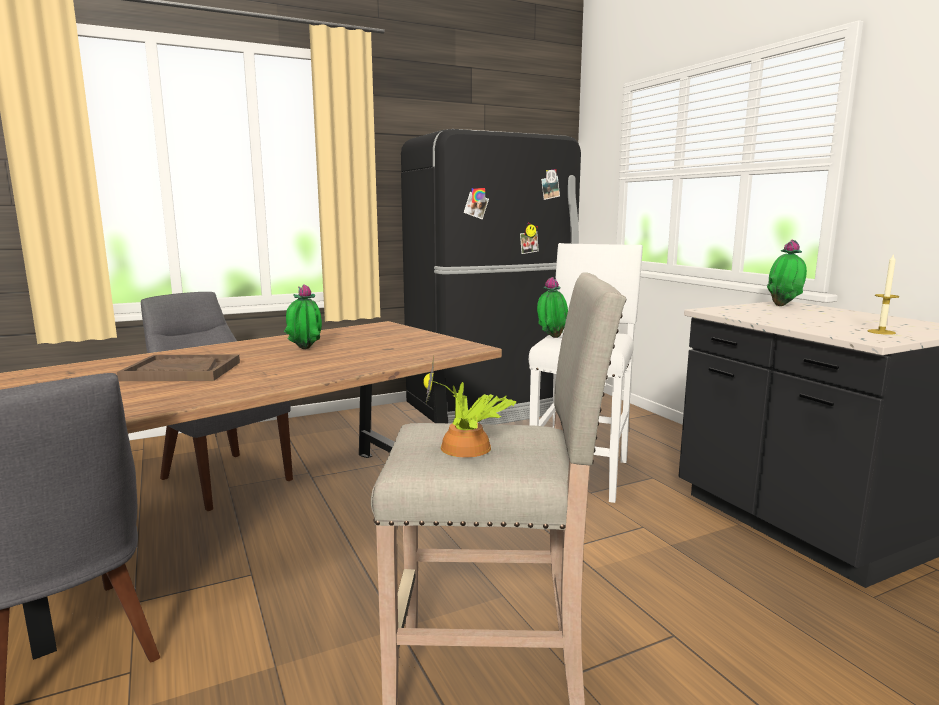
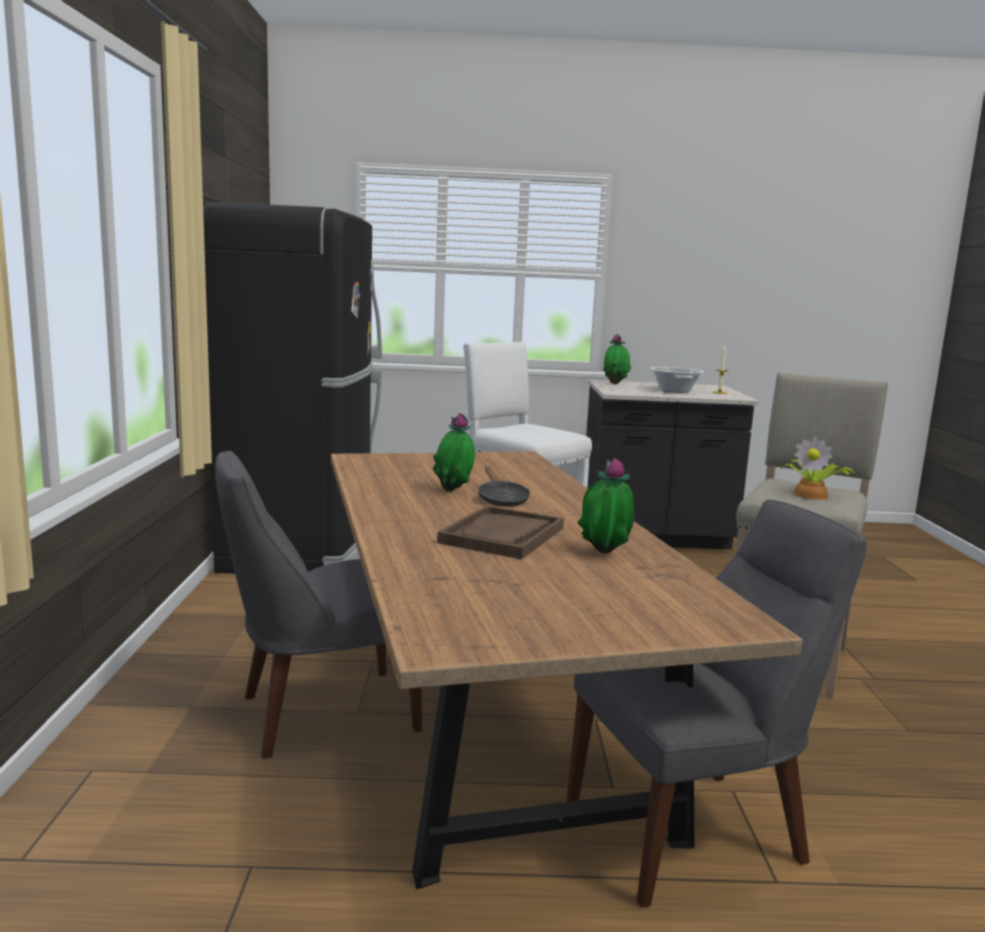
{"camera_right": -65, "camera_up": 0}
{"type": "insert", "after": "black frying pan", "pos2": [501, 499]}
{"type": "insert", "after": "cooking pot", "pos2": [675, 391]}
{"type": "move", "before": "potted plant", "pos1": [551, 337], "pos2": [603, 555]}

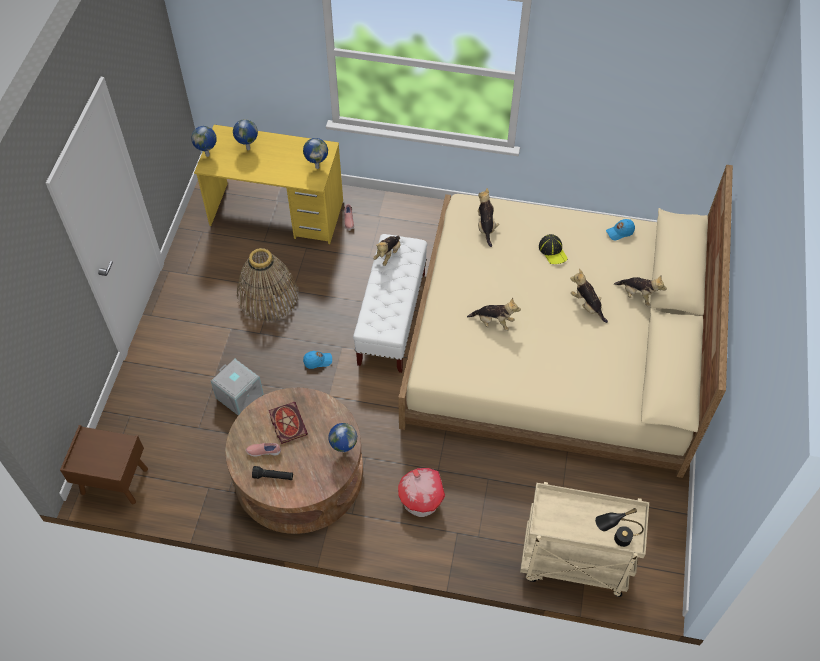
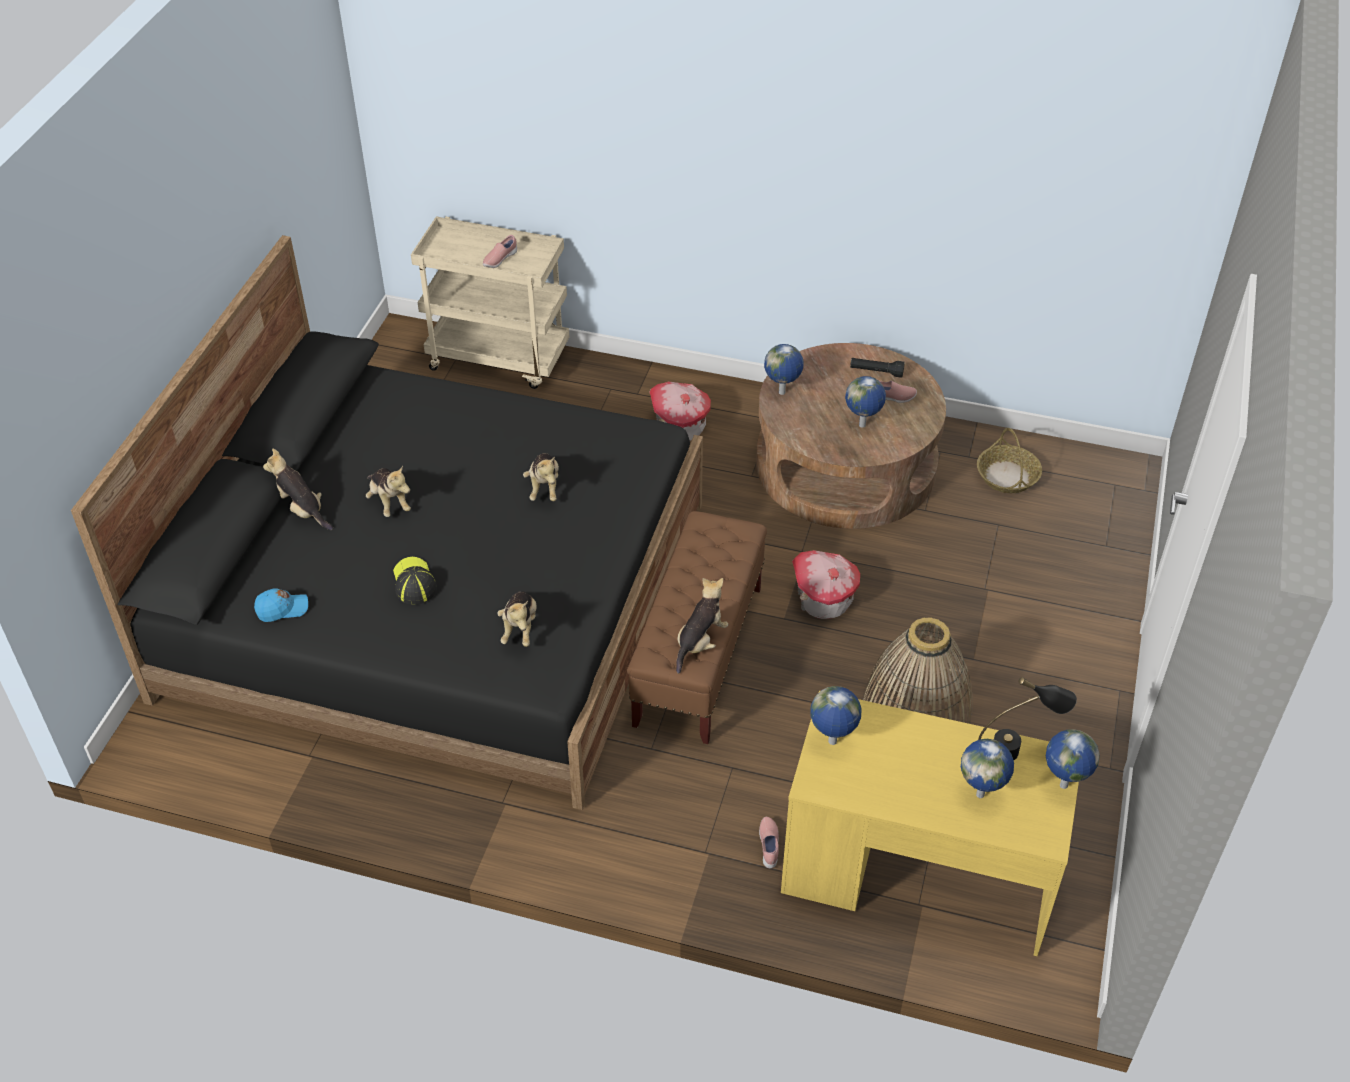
{"camera_right": -175, "camera_up": -10}
{"type": "delete", "before": "brown nightstand", "pos1": [113, 481]}
{"type": "delete", "before": "grey storage box", "pos1": [238, 396]}
{"type": "insert", "after": "pink shoe", "pos2": [499, 260]}
{"type": "insert", "after": "basket", "pos2": [1007, 476]}
{"type": "move", "before": "black table lamp", "pos1": [614, 539], "pos2": [1018, 750]}
{"type": "replace", "before": "book", "after": "globe", "pos1": [287, 423], "pos2": [863, 425]}
{"type": "replace", "before": "blue cap", "after": "toy house", "pos1": [318, 361], "pos2": [823, 600]}
{"type": "recolor", "before": "white bench", "after": "brown bench", "pos1": [392, 319], "pos2": [698, 655]}
{"type": "recolor", "before": "beige bed", "after": "black bed", "pos1": [554, 345], "pos2": [437, 598]}
{"type": "rotate", "before": "plush toy", "pos1": [493, 322], "pos2": [544, 487], "turn": -120}

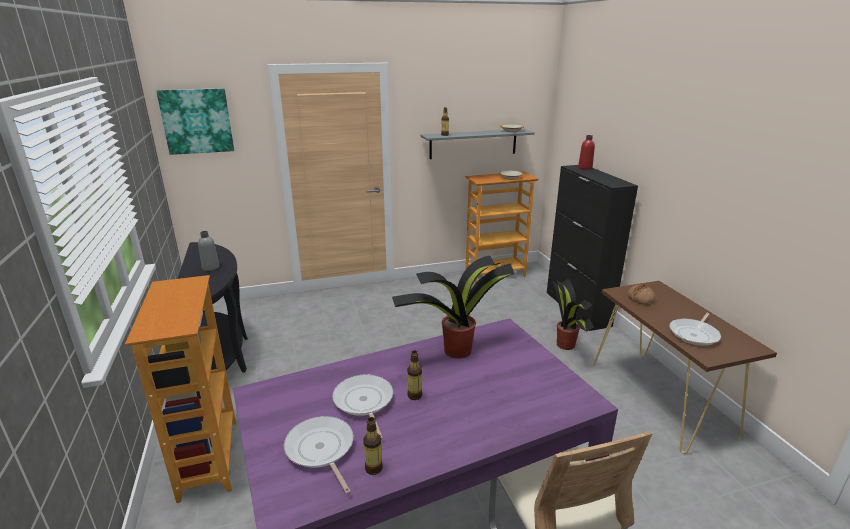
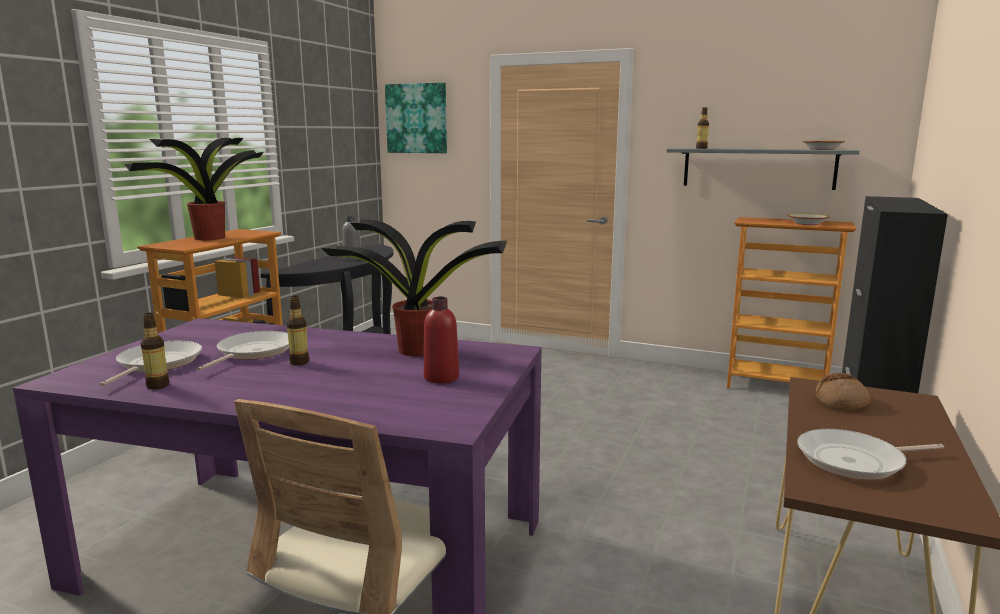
{"camera_right": 40, "camera_up": -10}
{"type": "move", "before": "potted plant", "pos1": [566, 345], "pos2": [207, 238]}
{"type": "move", "before": "red bottle", "pos1": [585, 168], "pos2": [441, 377]}

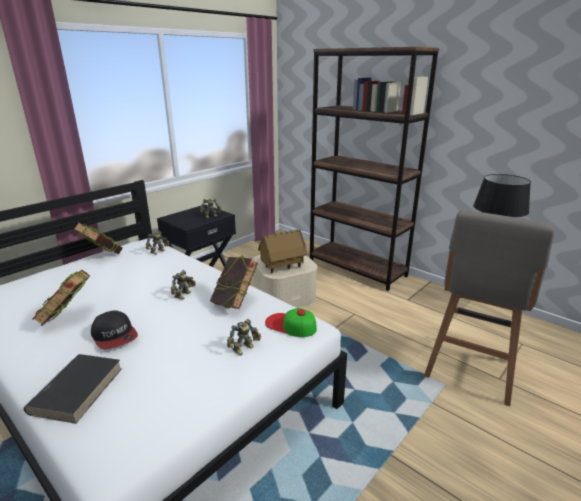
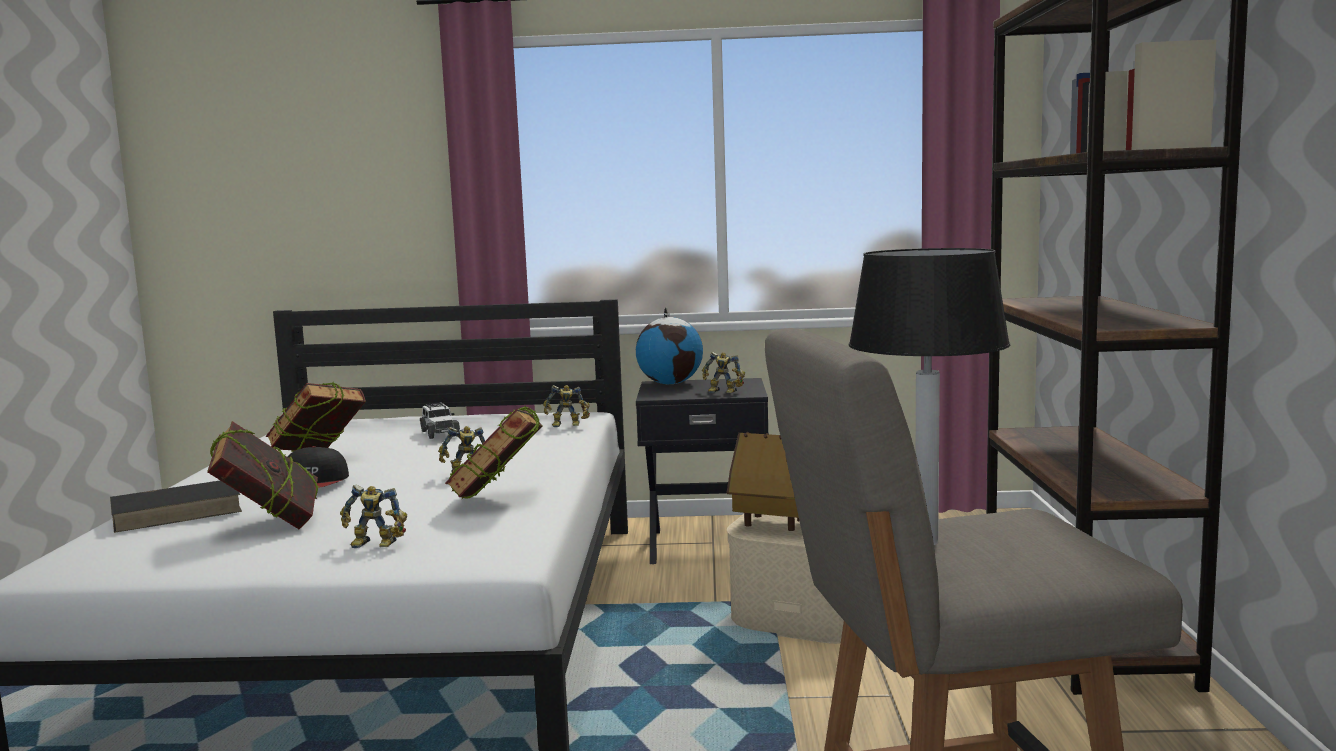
{"camera_right": 50, "camera_up": -15}
{"type": "delete", "before": "cap", "pos1": [290, 325]}
{"type": "insert", "after": "toy car", "pos2": [439, 433]}
{"type": "insert", "after": "globe", "pos2": [670, 383]}
{"type": "move", "before": "book", "pos1": [102, 256], "pos2": [270, 525]}

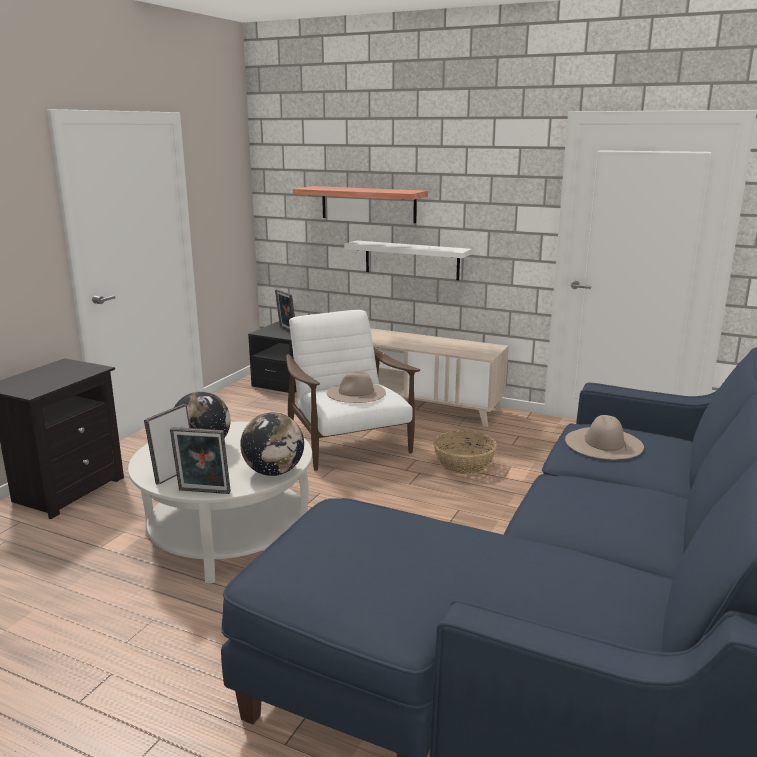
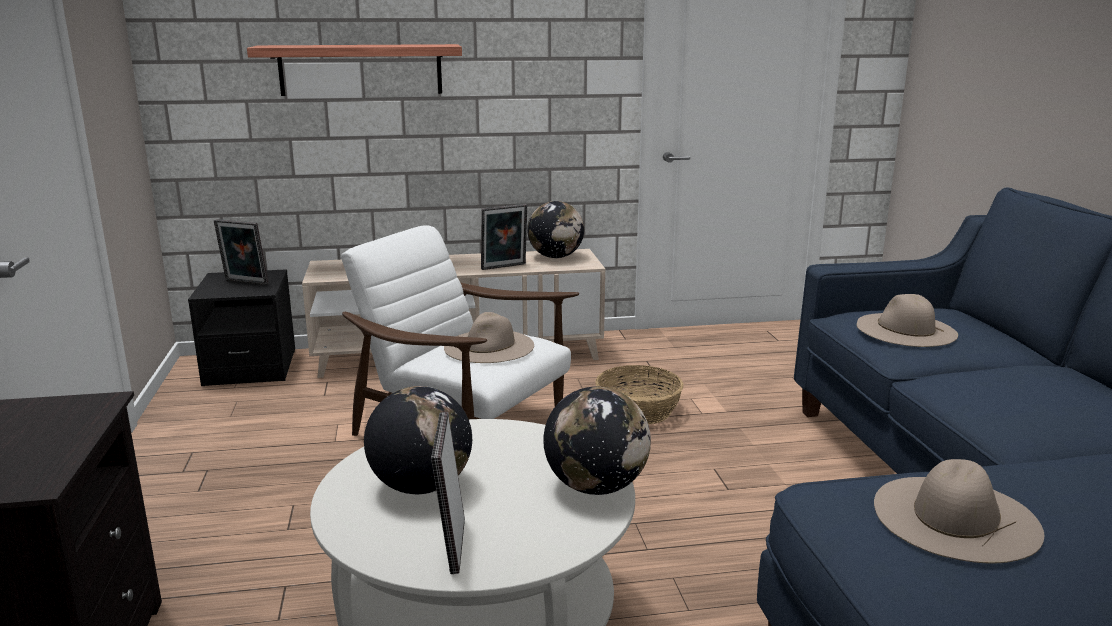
{"camera_right": -35, "camera_up": 0}
{"type": "delete", "before": "white shelf", "pos1": [411, 260]}
{"type": "insert", "after": "globe", "pos2": [555, 257]}
{"type": "insert", "after": "beige hat", "pos2": [955, 517]}
{"type": "move", "before": "picture frame", "pos1": [203, 492], "pos2": [504, 267]}

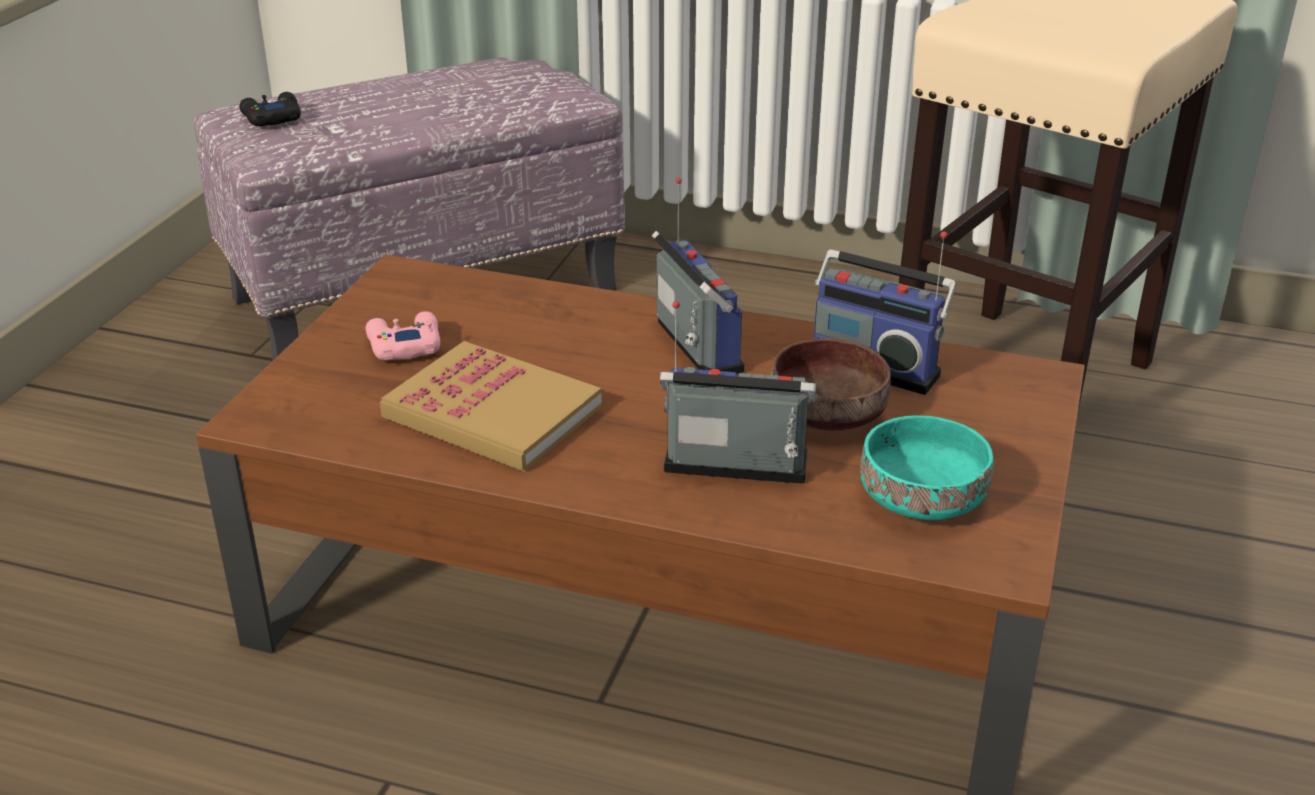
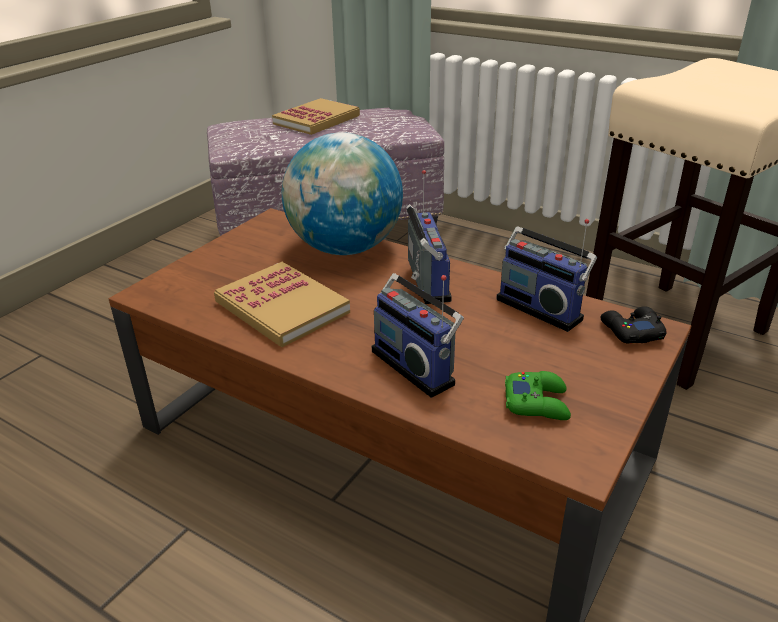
{"camera_right": 15, "camera_up": 0}
{"type": "delete", "before": "pink game controller", "pos1": [404, 345]}
{"type": "delete", "before": "brown bowl", "pos1": [830, 413]}
{"type": "insert", "after": "book", "pos2": [316, 120]}
{"type": "insert", "after": "globe", "pos2": [345, 248]}
{"type": "move", "before": "black game controller", "pos1": [271, 118], "pos2": [631, 331]}
{"type": "replace", "before": "turquoise bowl", "after": "green game controller", "pos1": [920, 496], "pos2": [537, 402]}
{"type": "rotate", "before": "radio", "pos1": [735, 470], "pos2": [416, 365], "turn": -150}

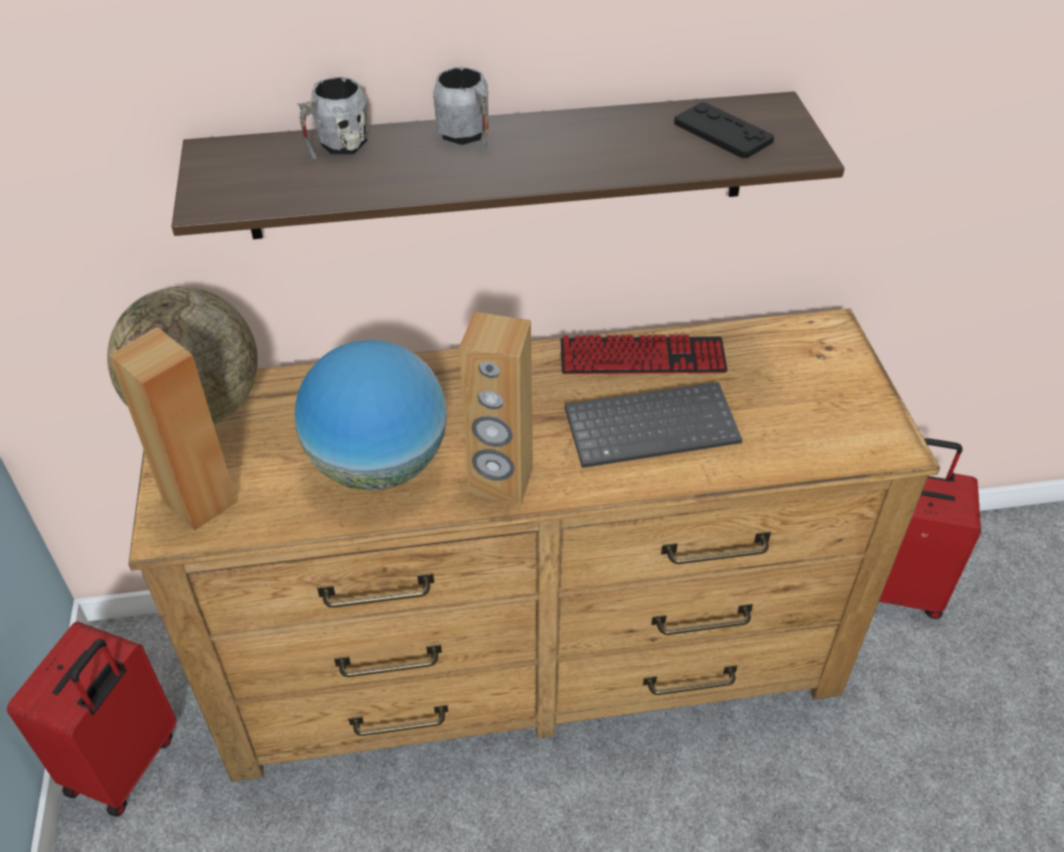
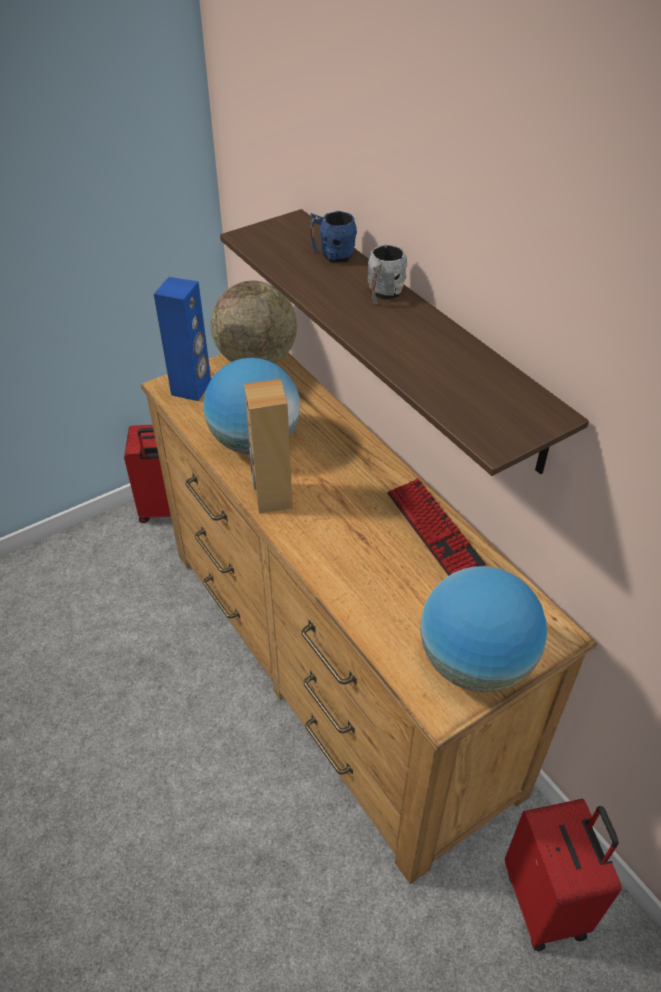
{"camera_right": 65, "camera_up": 0}
{"type": "delete", "before": "keyboard", "pos1": [653, 425]}
{"type": "delete", "before": "black game controller", "pos1": [723, 132]}
{"type": "insert", "after": "globe", "pos2": [474, 663]}
{"type": "recolor", "before": "brown speaker", "after": "blue speaker", "pos1": [200, 501], "pos2": [192, 388]}
{"type": "recolor", "before": "grey mug", "after": "blue mug", "pos1": [336, 147], "pos2": [332, 254]}

